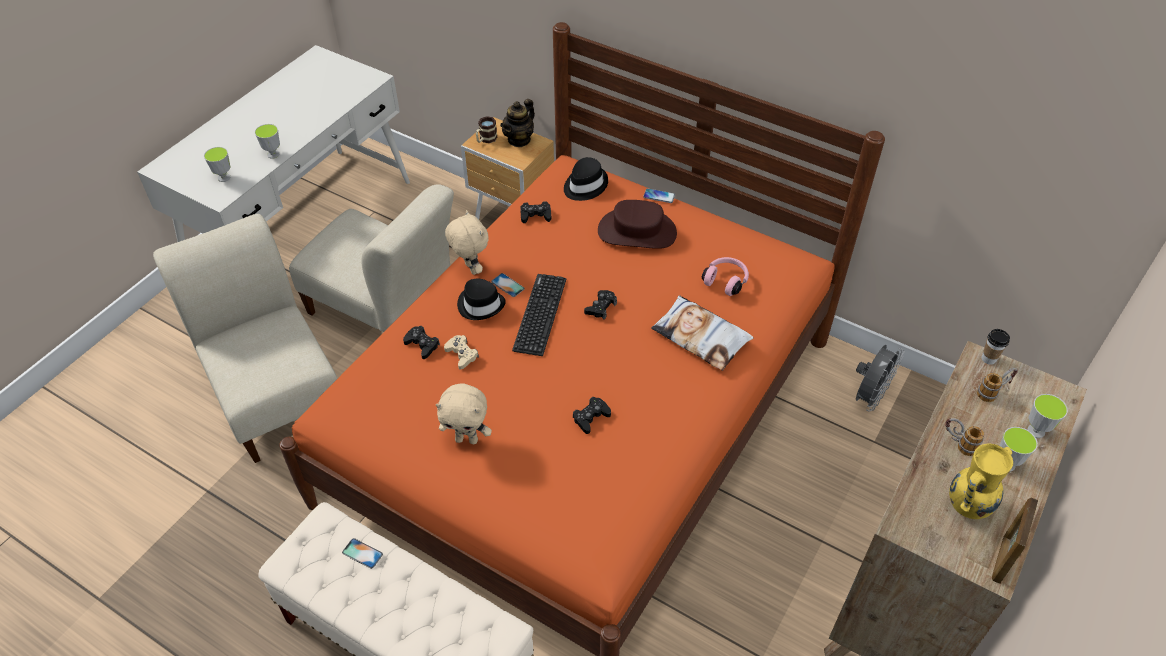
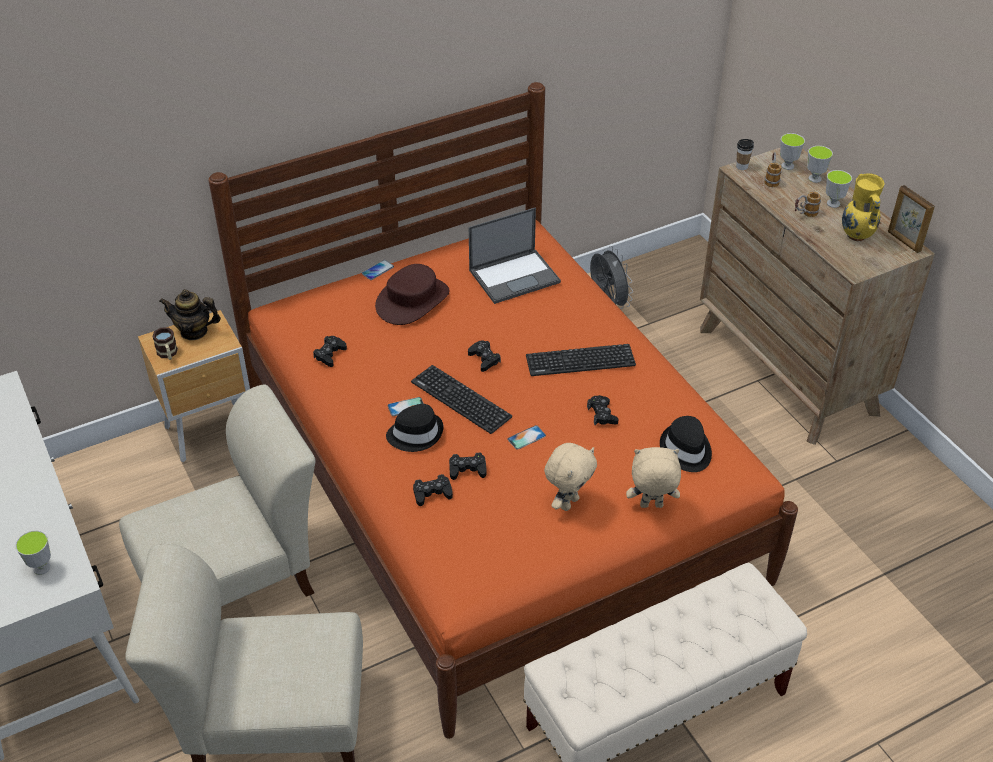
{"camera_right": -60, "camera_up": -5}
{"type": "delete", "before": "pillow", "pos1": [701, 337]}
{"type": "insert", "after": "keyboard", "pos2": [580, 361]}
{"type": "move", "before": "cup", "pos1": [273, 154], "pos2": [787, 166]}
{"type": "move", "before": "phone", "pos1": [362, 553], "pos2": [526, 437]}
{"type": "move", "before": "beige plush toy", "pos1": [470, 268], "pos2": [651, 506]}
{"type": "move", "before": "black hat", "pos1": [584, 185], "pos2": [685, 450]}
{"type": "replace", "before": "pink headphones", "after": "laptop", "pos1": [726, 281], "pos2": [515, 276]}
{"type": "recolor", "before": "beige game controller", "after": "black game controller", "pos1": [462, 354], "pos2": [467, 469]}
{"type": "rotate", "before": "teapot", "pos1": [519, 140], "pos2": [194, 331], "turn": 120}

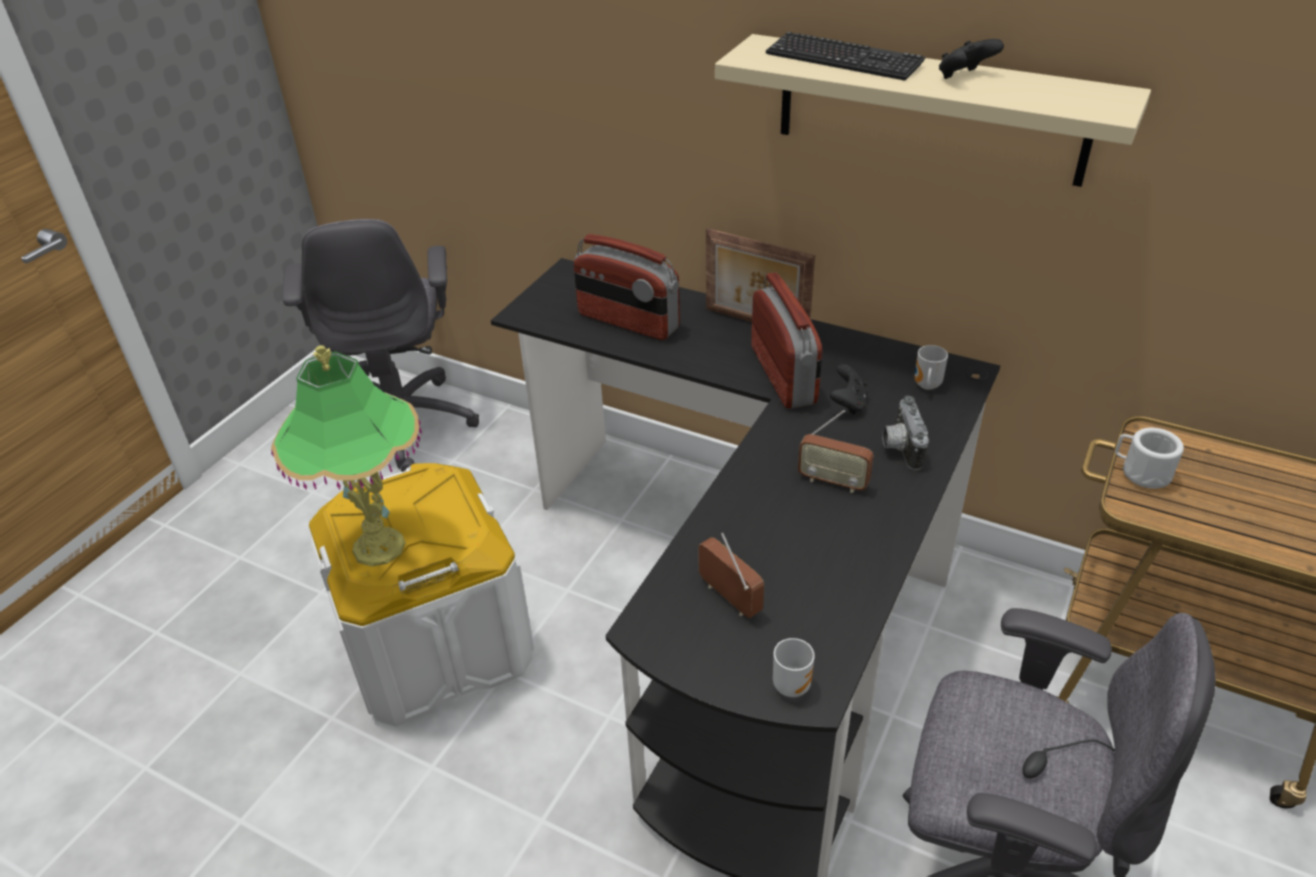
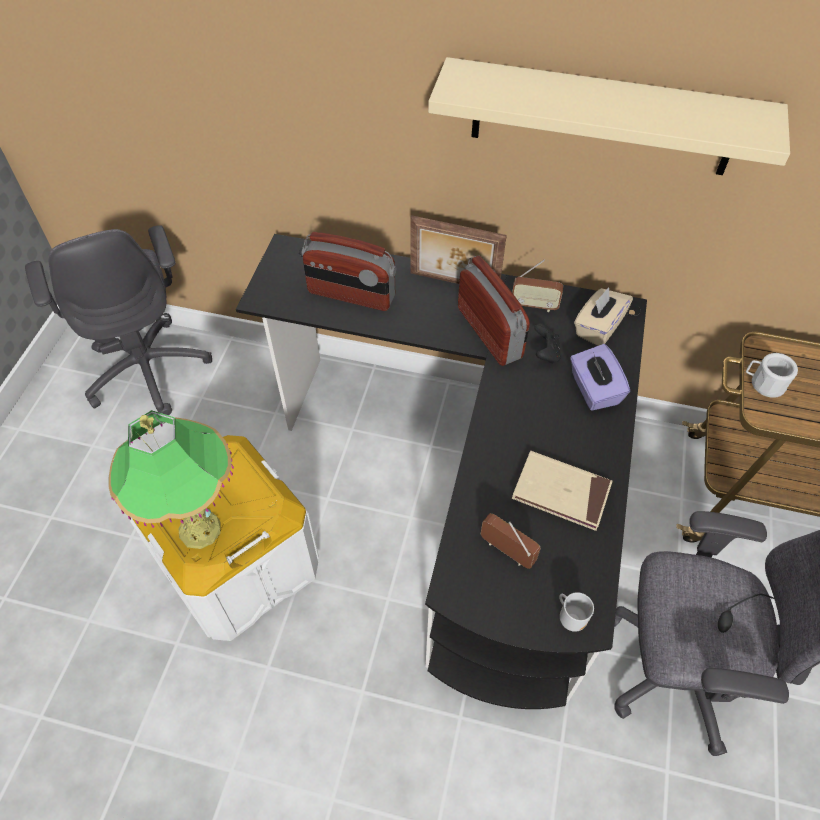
{"camera_right": -15, "camera_up": 15}
{"type": "delete", "before": "keyboard", "pos1": [843, 60]}
{"type": "delete", "before": "black game controller", "pos1": [964, 77]}
{"type": "insert", "after": "beige book", "pos2": [561, 492]}
{"type": "move", "before": "radio", "pos1": [833, 482], "pos2": [534, 306]}
{"type": "replace", "before": "photo camera", "after": "purple tissue box", "pos1": [899, 448], "pos2": [593, 390]}
{"type": "replace", "before": "mug", "after": "beige tissue box", "pos1": [925, 386], "pos2": [598, 327]}

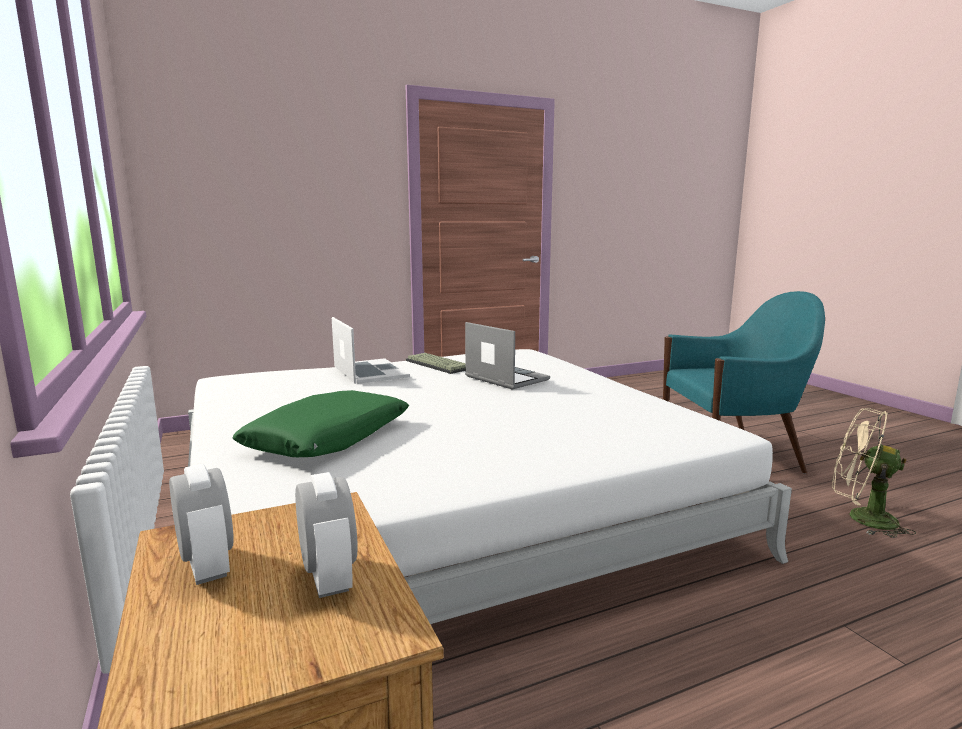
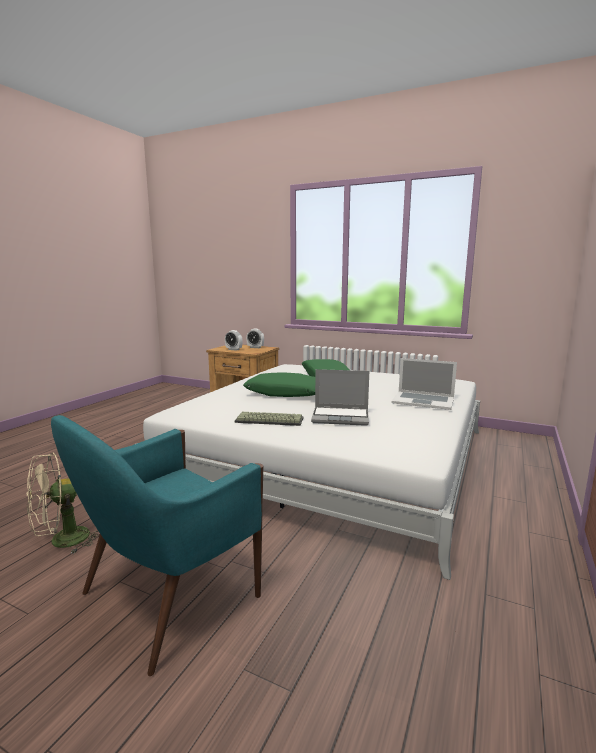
{"camera_right": 140, "camera_up": 0}
{"type": "insert", "after": "green pillow", "pos2": [286, 393]}
{"type": "move", "before": "keyboard", "pos1": [438, 365], "pos2": [268, 420]}
{"type": "rotate", "before": "beige fan", "pos1": [861, 518], "pos2": [61, 542], "turn": 150}

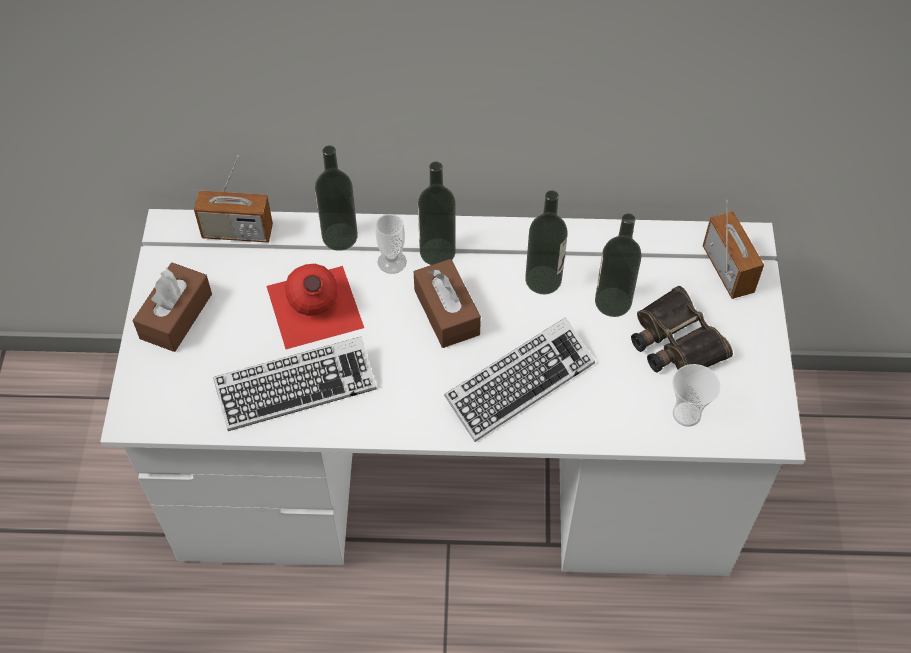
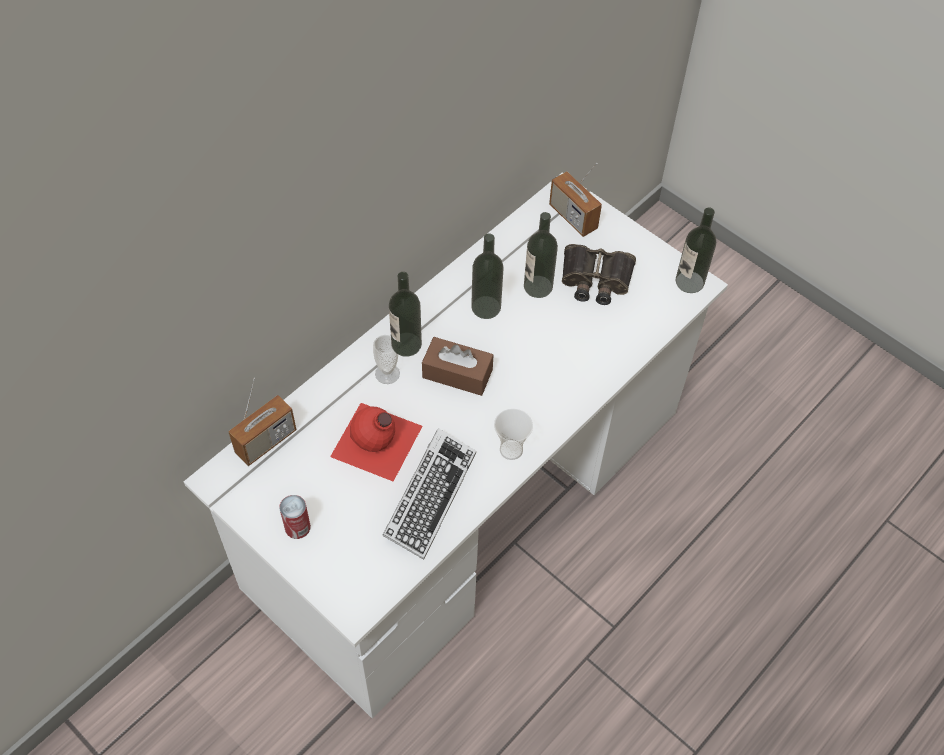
{"camera_right": -50, "camera_up": 0}
{"type": "delete", "before": "keyboard", "pos1": [519, 383]}
{"type": "move", "before": "bottle", "pos1": [339, 236], "pos2": [689, 282]}
{"type": "move", "before": "cup", "pos1": [686, 414], "pos2": [511, 450]}
{"type": "replace", "before": "brown tissue box", "after": "can", "pos1": [176, 316], "pos2": [297, 527]}
{"type": "rotate", "before": "radio", "pos1": [727, 270], "pos2": [573, 217], "turn": -150}

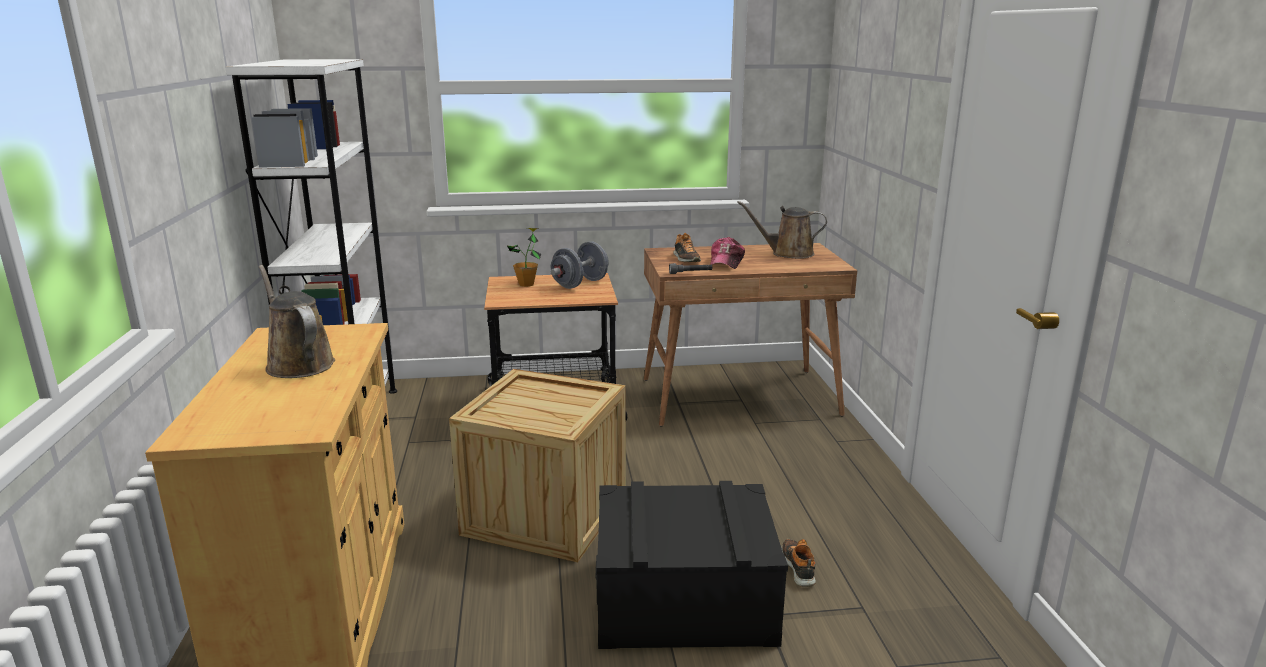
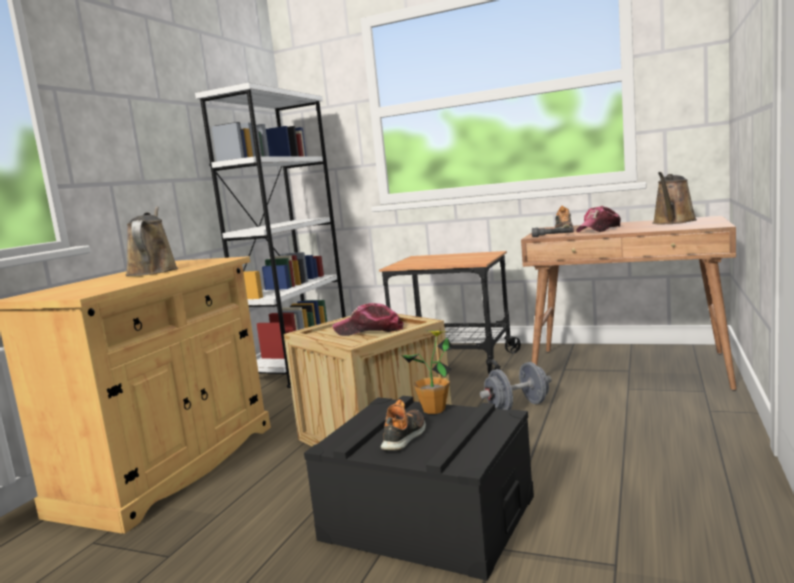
{"camera_right": 30, "camera_up": -10}
{"type": "insert", "after": "cap", "pos2": [369, 330]}
{"type": "move", "before": "potted plant", "pos1": [526, 284], "pos2": [434, 410]}
{"type": "move", "before": "grey dumbbell", "pos1": [580, 284], "pos2": [517, 406]}
{"type": "move", "before": "shoe", "pos1": [798, 567], "pos2": [405, 436]}
{"type": "rotate", "before": "brown watering can", "pos1": [788, 254], "pos2": [673, 222], "turn": -90}

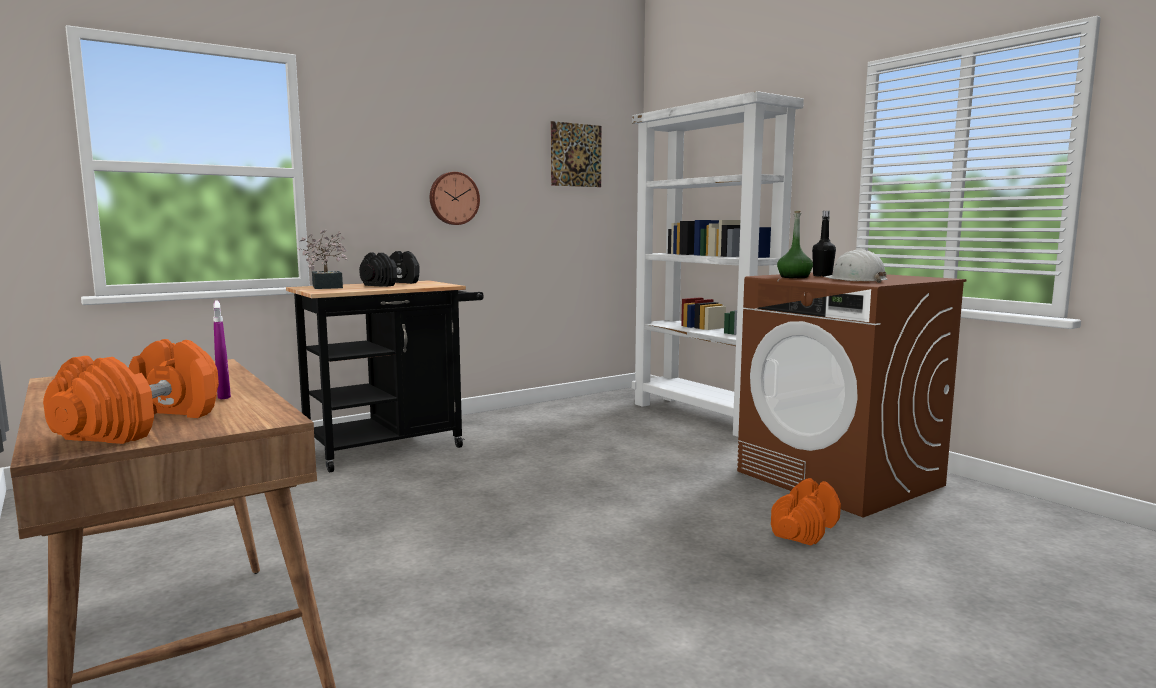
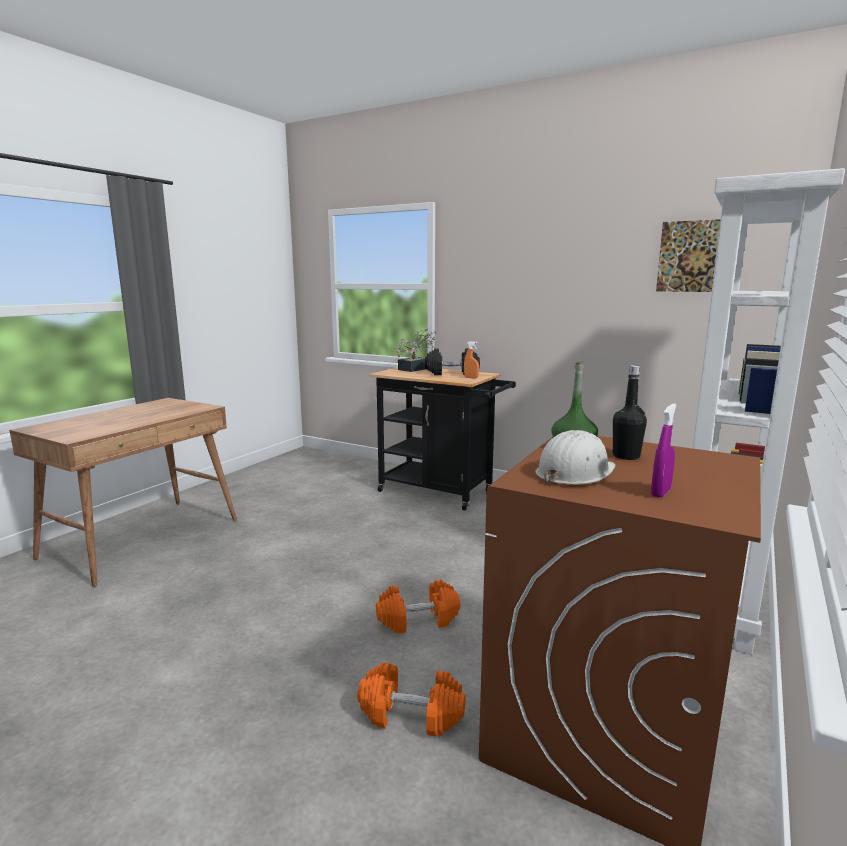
{"camera_right": 65, "camera_up": 5}
{"type": "delete", "before": "wall clock", "pos1": [453, 198]}
{"type": "insert", "after": "orange spray bottle", "pos2": [471, 378]}
{"type": "move", "before": "orange dumbbell", "pos1": [143, 425], "pos2": [418, 620]}
{"type": "move", "before": "purple spray bottle", "pos1": [224, 396], "pos2": [660, 493]}

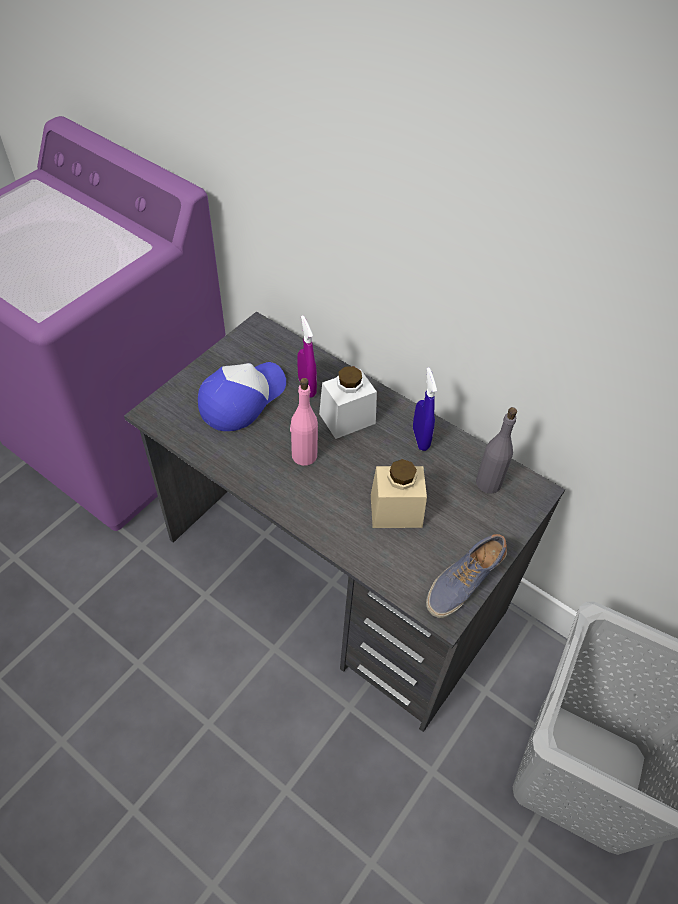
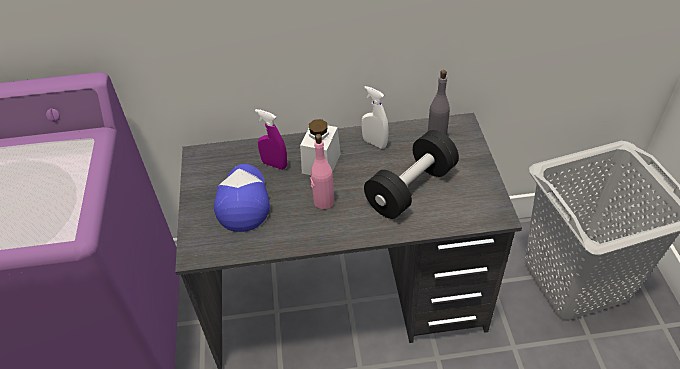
{"camera_right": -40, "camera_up": -5}
{"type": "delete", "before": "shoe", "pos1": [463, 581]}
{"type": "replace", "before": "beige jar", "after": "black dumbbell", "pos1": [396, 511], "pos2": [411, 188]}
{"type": "recolor", "before": "blue spray bottle", "after": "white spray bottle", "pos1": [420, 438], "pos2": [374, 143]}

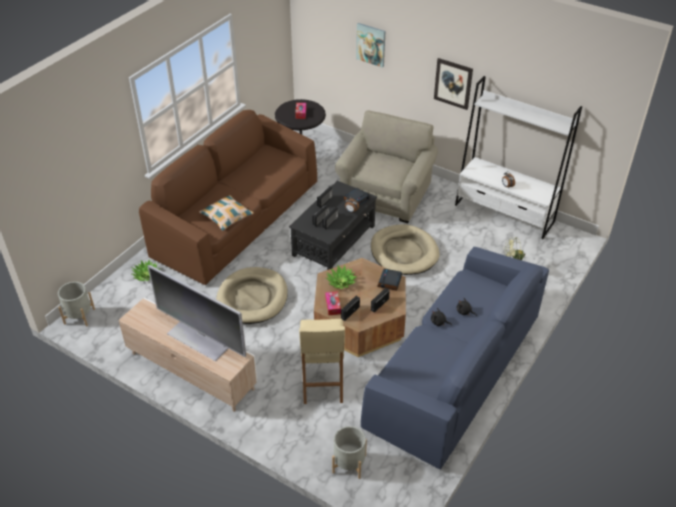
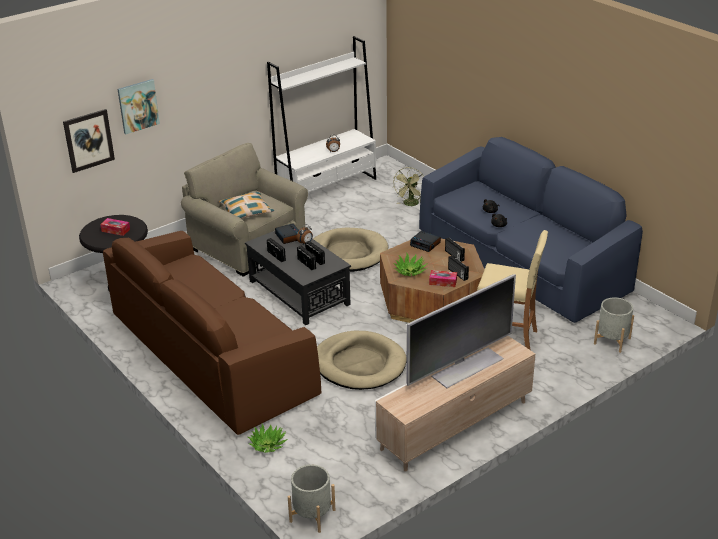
{"camera_right": -70, "camera_up": -10}
{"type": "move", "before": "pillow", "pos1": [227, 216], "pos2": [246, 211]}
{"type": "move", "before": "picture", "pos1": [453, 83], "pos2": [88, 140]}

